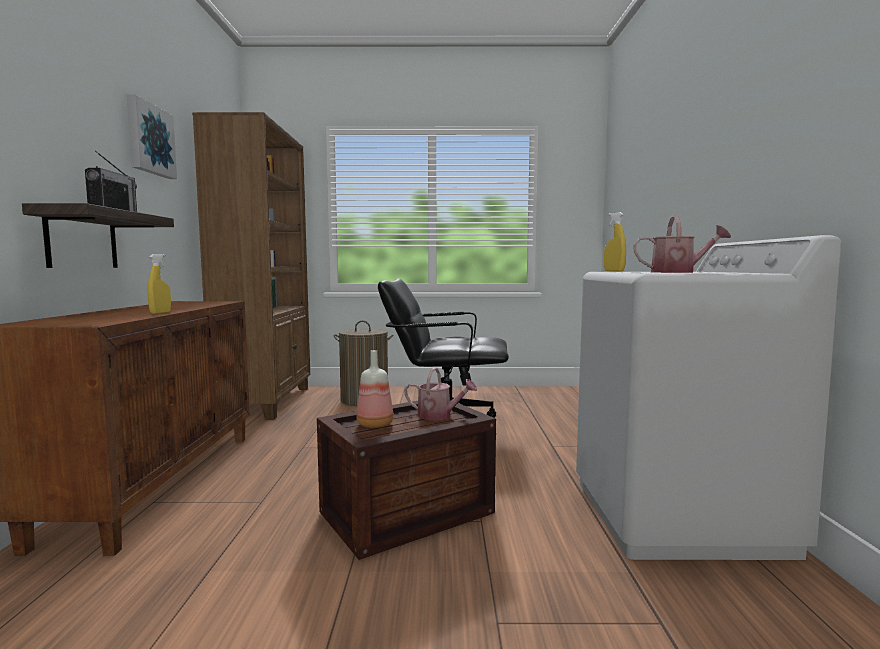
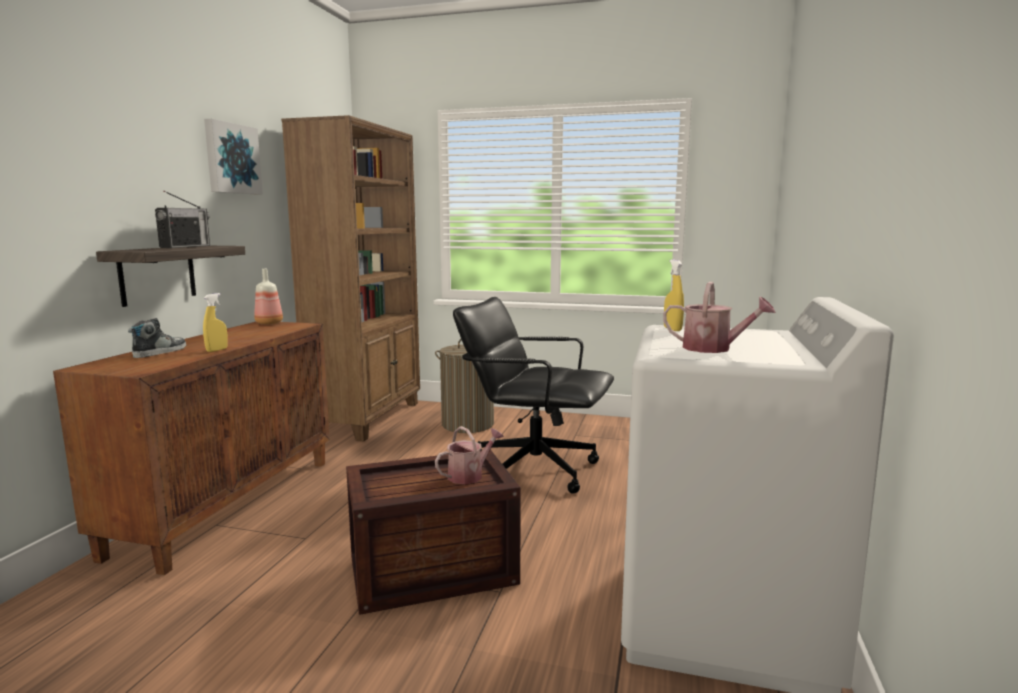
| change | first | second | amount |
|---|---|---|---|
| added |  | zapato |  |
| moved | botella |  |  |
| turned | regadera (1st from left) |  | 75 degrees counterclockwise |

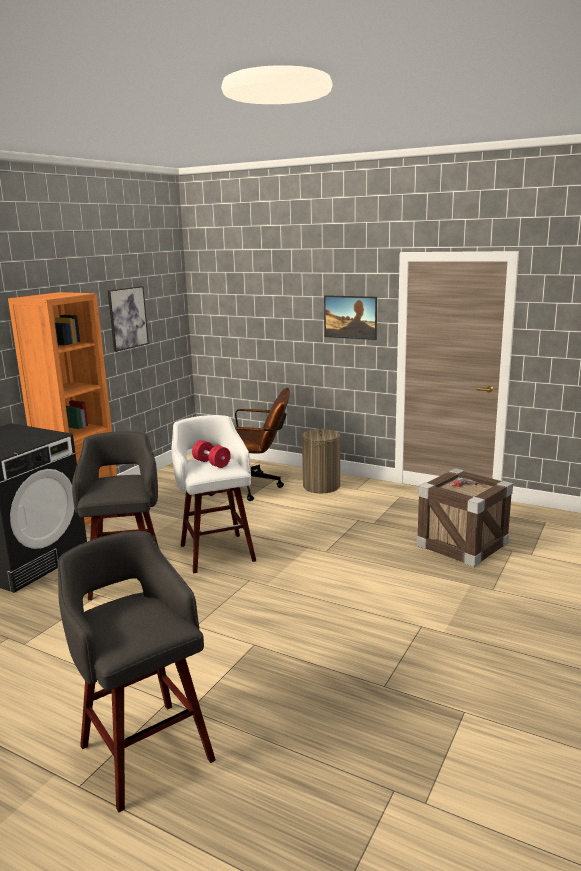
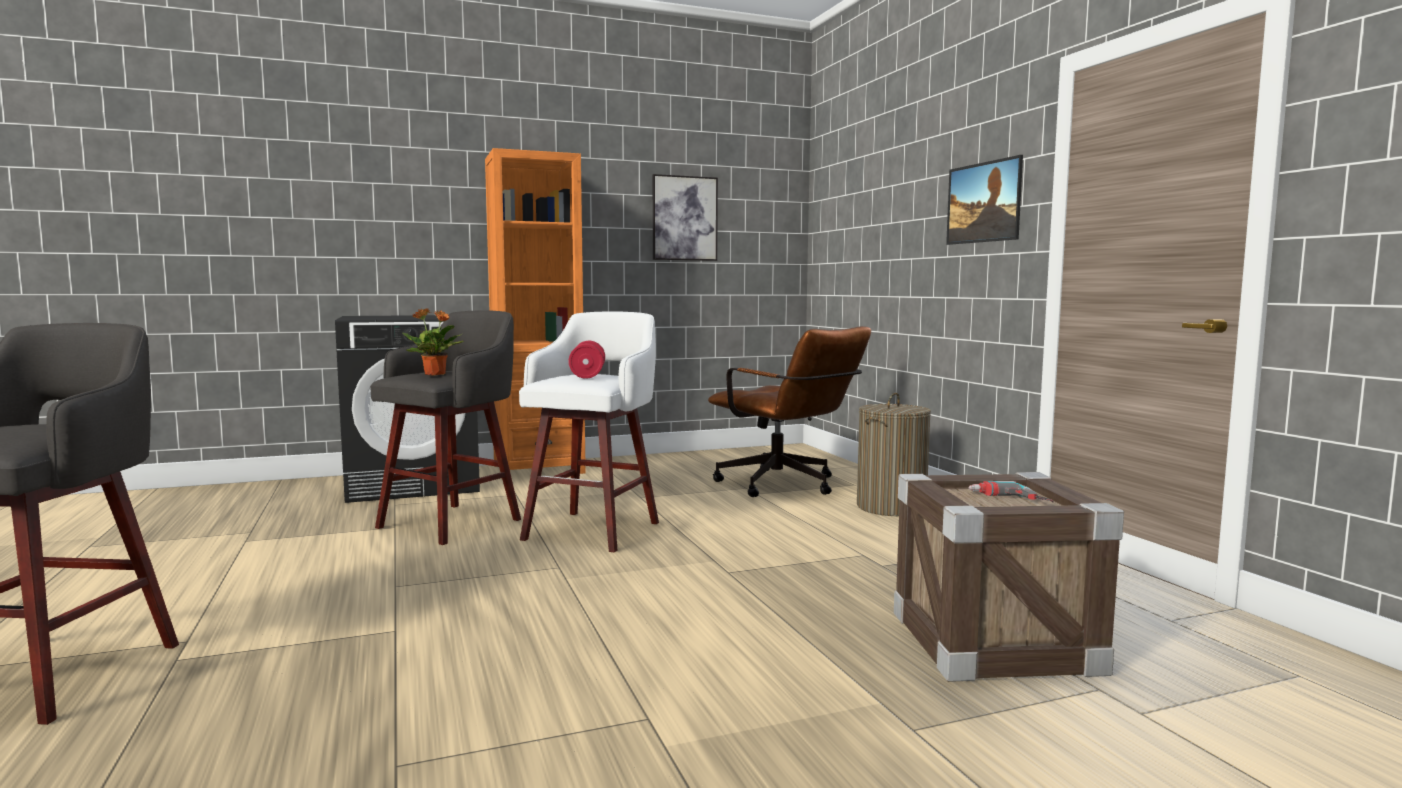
| change | first | second | amount |
|---|---|---|---|
| added |  | planta en maceta |  |

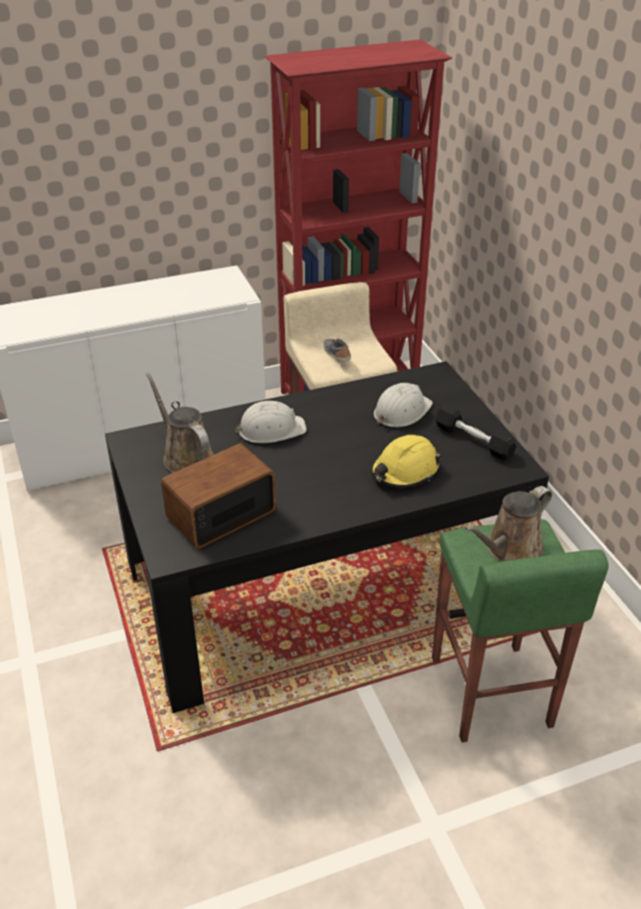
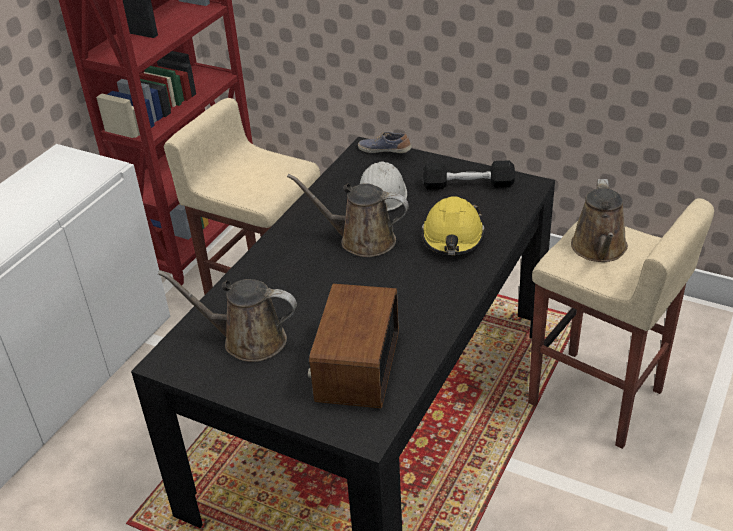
| change | first | second | amount |
|---|---|---|---|
| removed | casco [blanco] (1st from left) |  |  |
| added |  | regadera [marrón] (2nd from left) |  |
| moved | zapato |  |  |
| recoloured | taburete [verde] | taburete [beis] (2nd from left) |  |

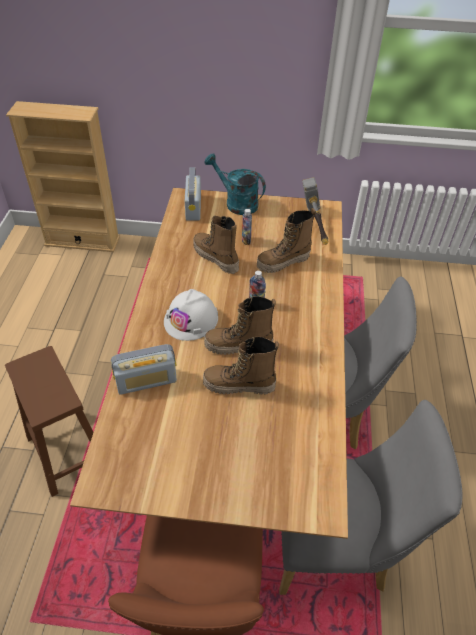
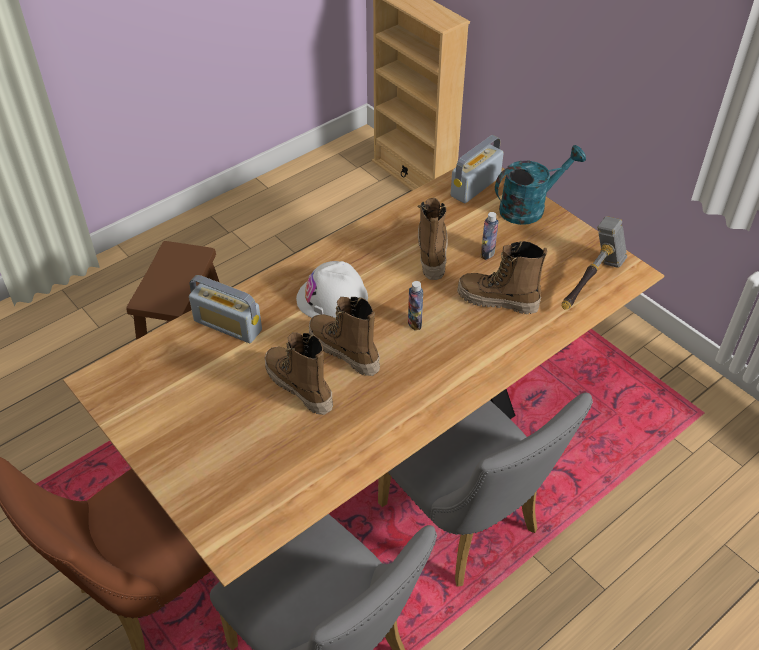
| change | first | second | amount |
|---|---|---|---|
| turned | regadera [turquesa] |  | 75 degrees clockwise |

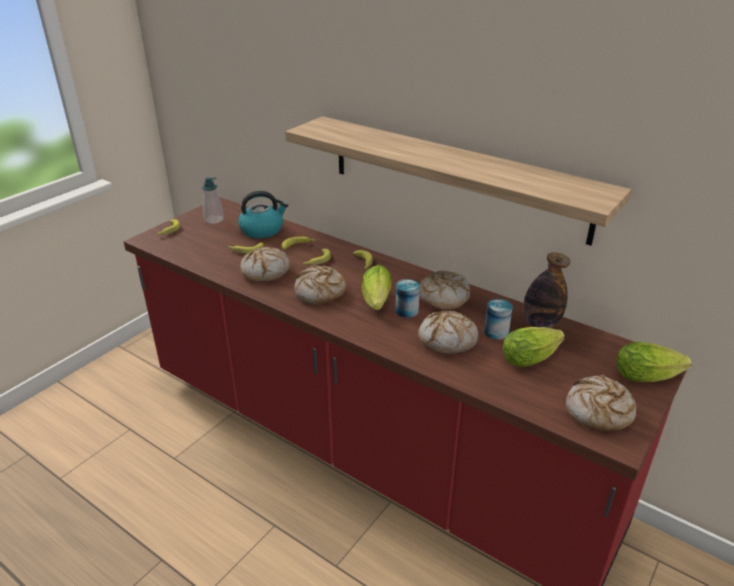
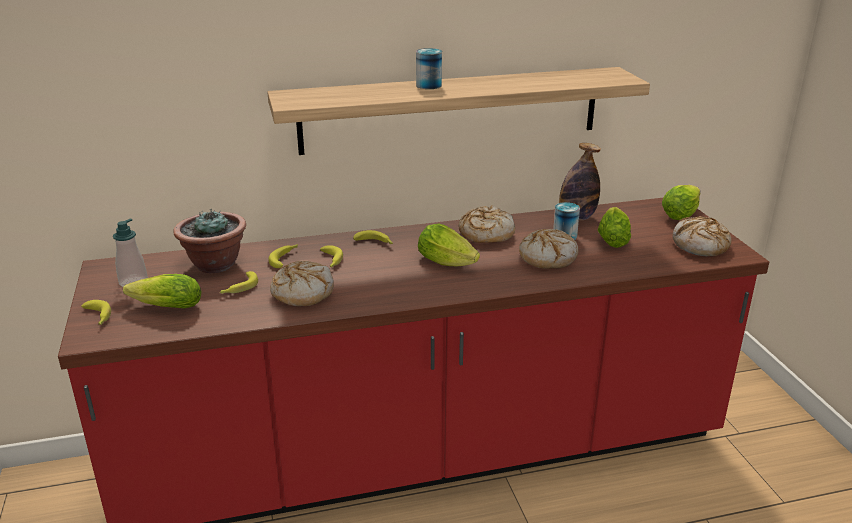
| change | first | second | amount |
|---|---|---|---|
| removed | pan (2nd from left) |  |  |
| added |  | lechuga (1st from left) |  |
| moved | lata (1st from left) |  |  |
| replaced | hervidor | planta en maceta |  |

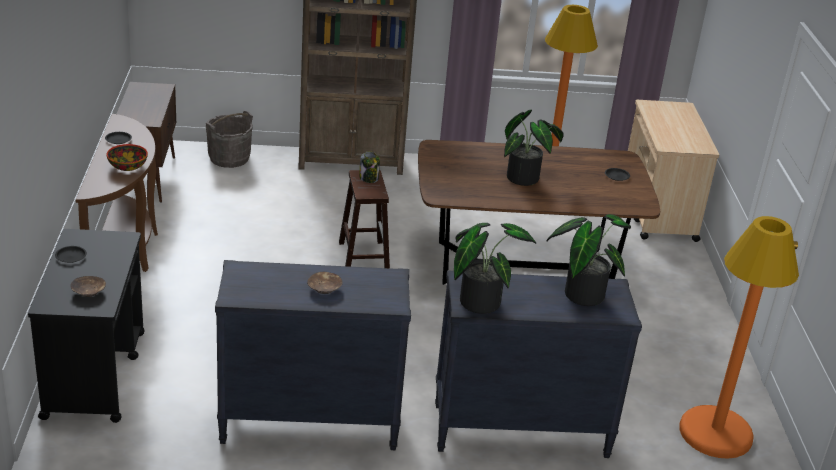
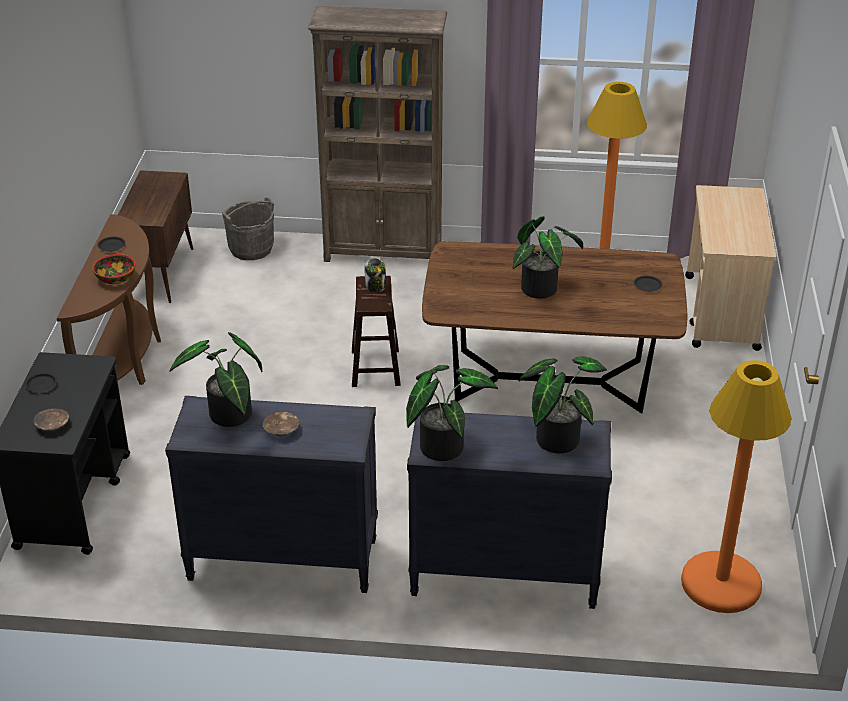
| change | first | second | amount |
|---|---|---|---|
| added |  | planta en maceta (1st from left) |  |

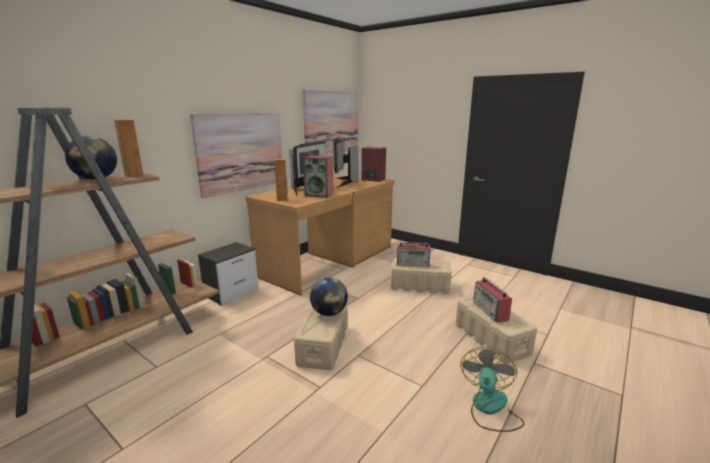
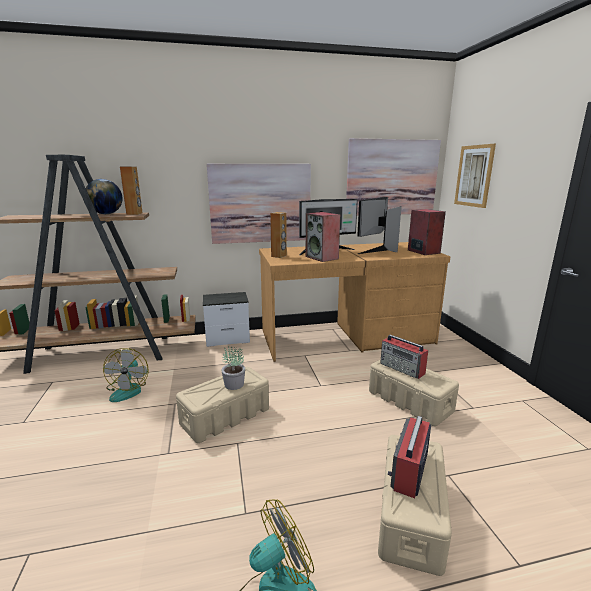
| change | first | second | amount |
|---|---|---|---|
| added |  | ventilador (1st from left) |  |
| added |  | cuadro (3rd from left) |  |
| replaced | globo terráqueo (2nd from left) | planta en maceta |  |

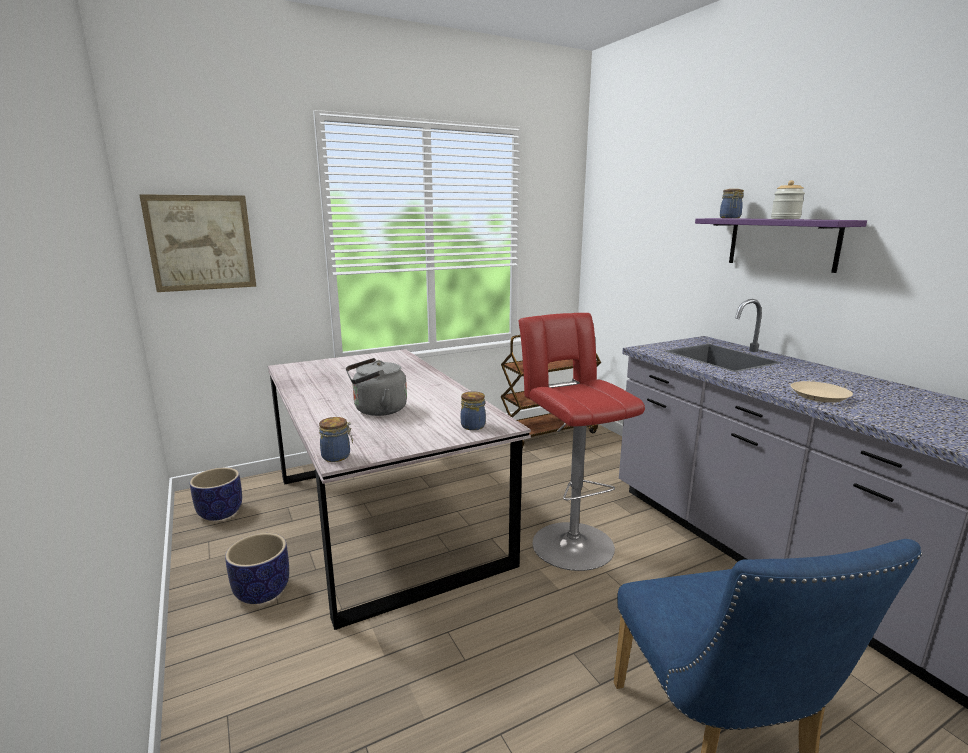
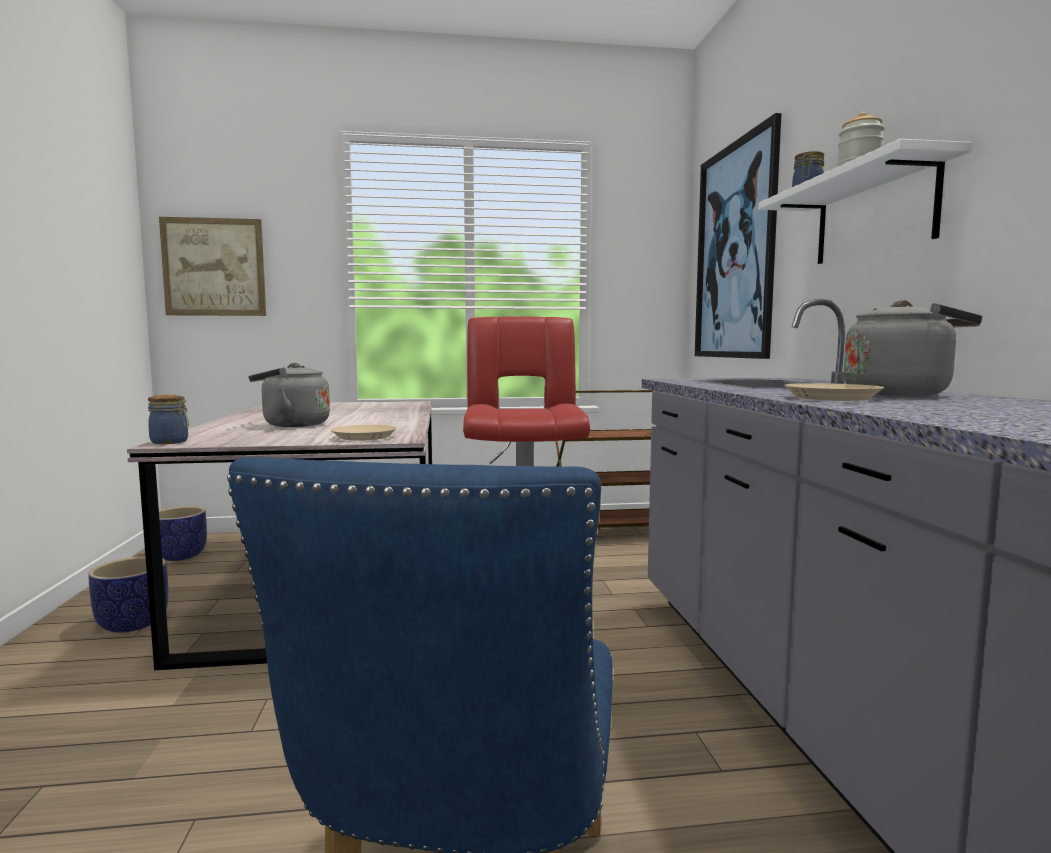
| change | first | second | amount |
|---|---|---|---|
| added |  | cuadro (2nd from left) |  |
| added |  | hervidor [gris] (2nd from left) |  |
| replaced | tarro (2nd from left) | plato [beis] (1st from left) |  |
| recoloured | estante [morado] | estante [blanco] |  |

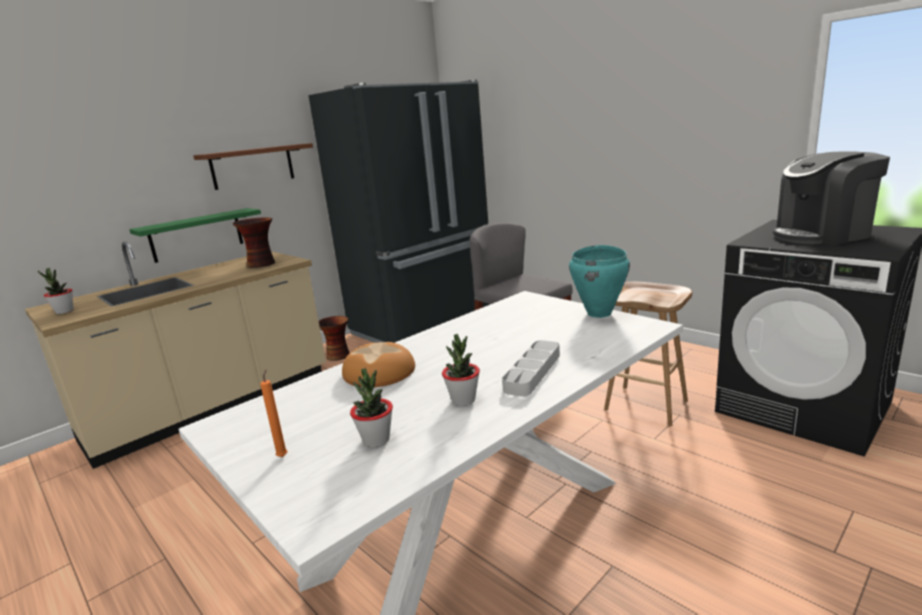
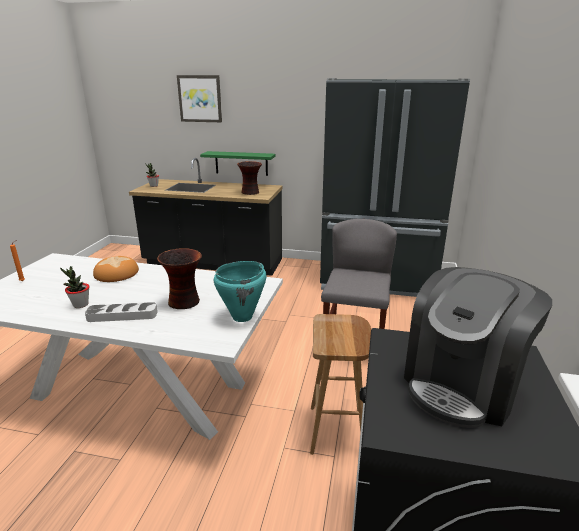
| change | first | second | amount |
|---|---|---|---|
| removed | estante [marrón] |  |  |
| removed | planta en maceta (2nd from left) |  |  |
| added |  | cuadro |  |
| moved | florero (2nd from left in the first image) | florero (1st from left) |  |
| recoloured | mueble bajo de cocina [beis] | mueble bajo de cocina [negro] |  |
| turned | cafetera |  | 90 degrees counterclockwise |

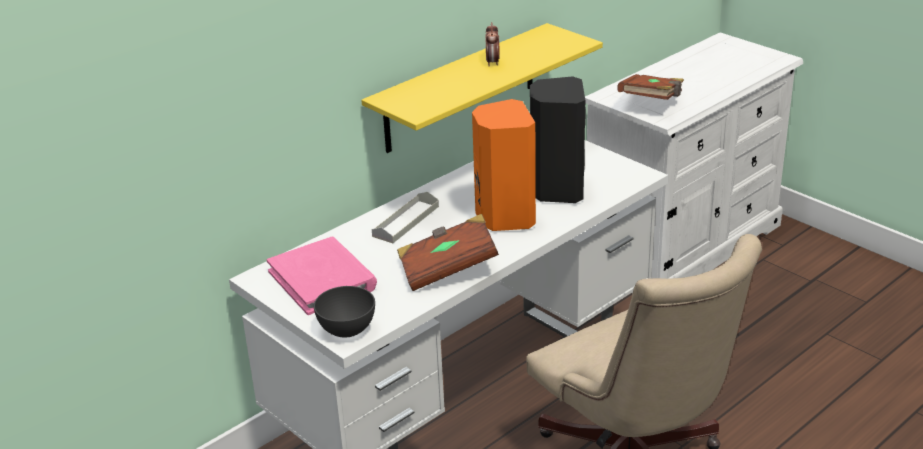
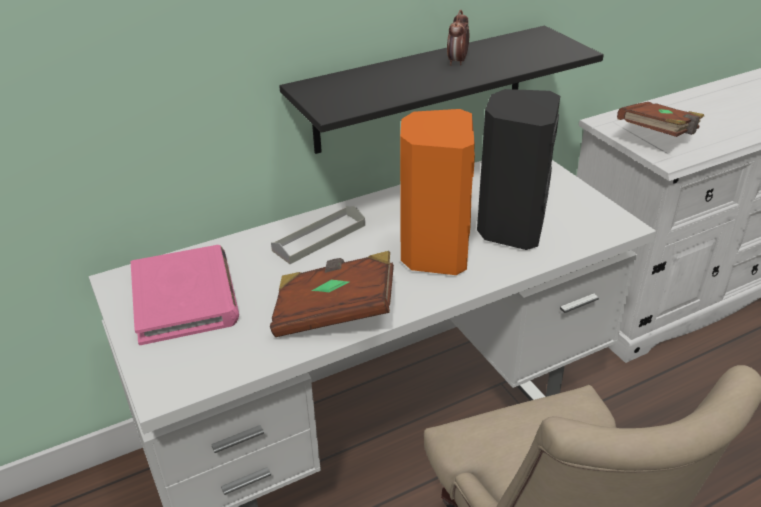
| change | first | second | amount |
|---|---|---|---|
| removed | cuenco [gris] |  |  |
| recoloured | estante [amarillo] | estante [negro] |  |

